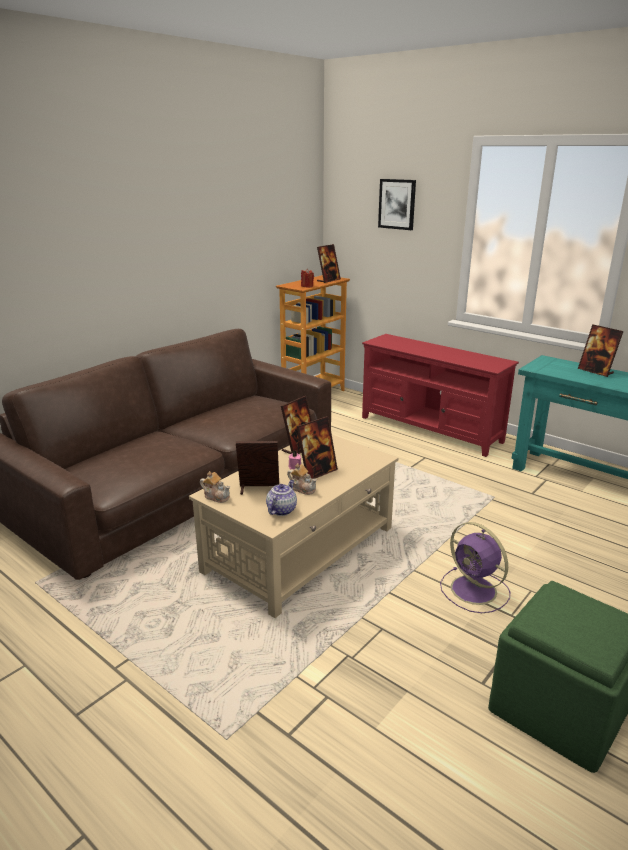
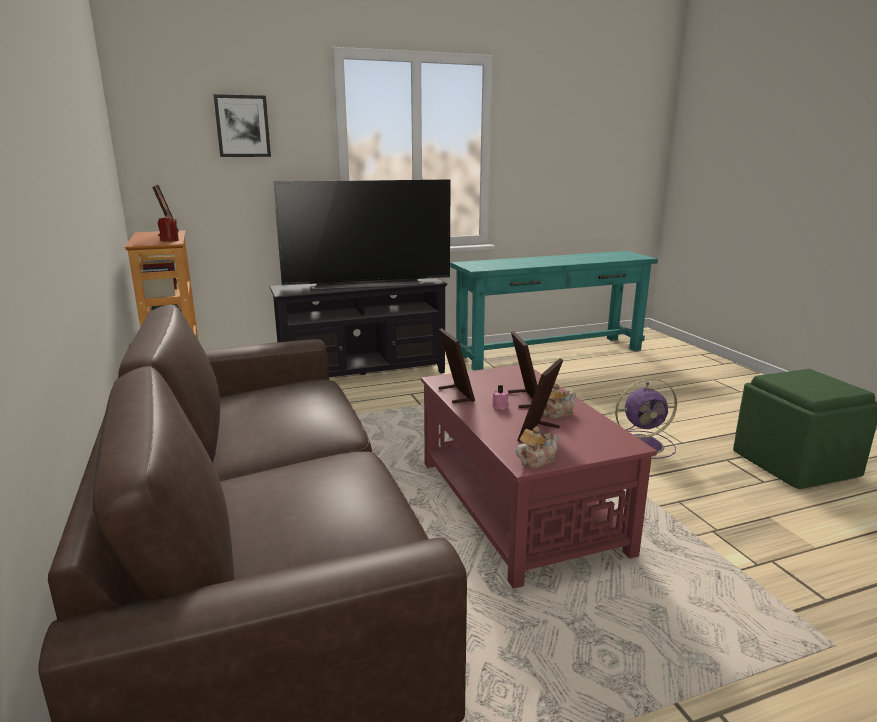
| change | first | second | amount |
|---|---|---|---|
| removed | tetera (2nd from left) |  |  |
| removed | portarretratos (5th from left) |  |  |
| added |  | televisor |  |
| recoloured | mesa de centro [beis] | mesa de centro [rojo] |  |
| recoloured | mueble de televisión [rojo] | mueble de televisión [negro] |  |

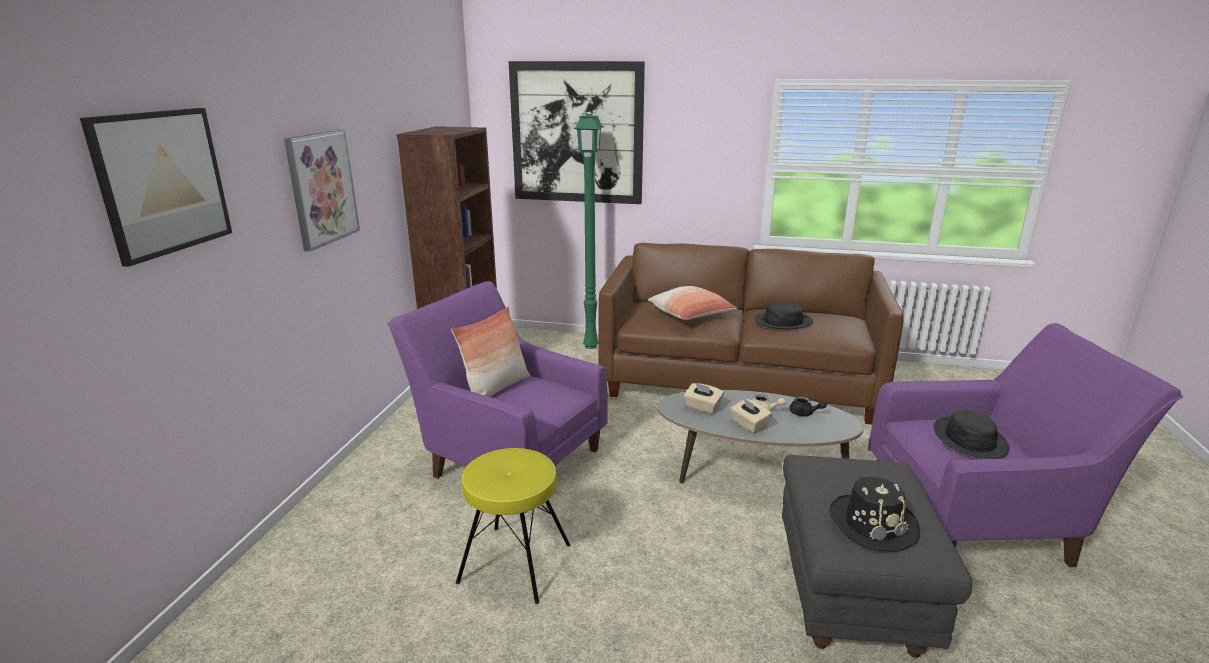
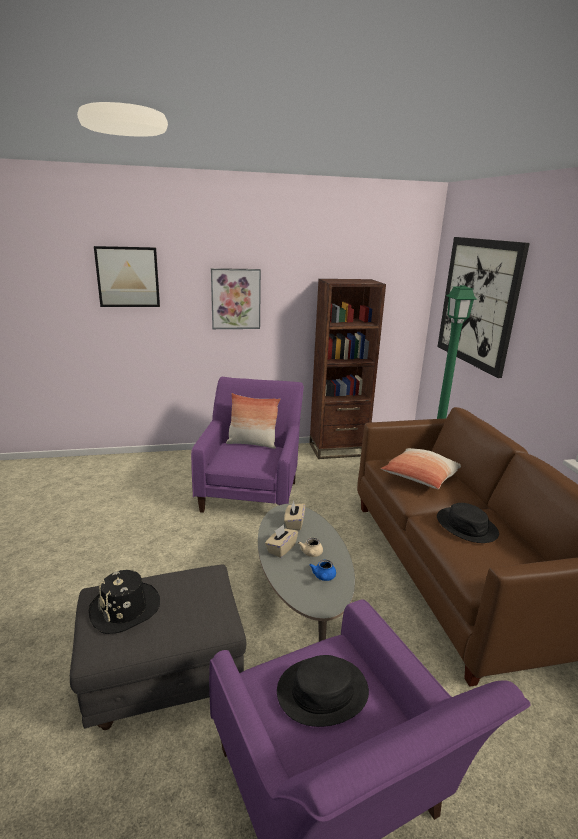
| change | first | second | amount |
|---|---|---|---|
| removed | taburete [amarillo] |  |  |
| recoloured | tetera [negro] | tetera [azul] |  |

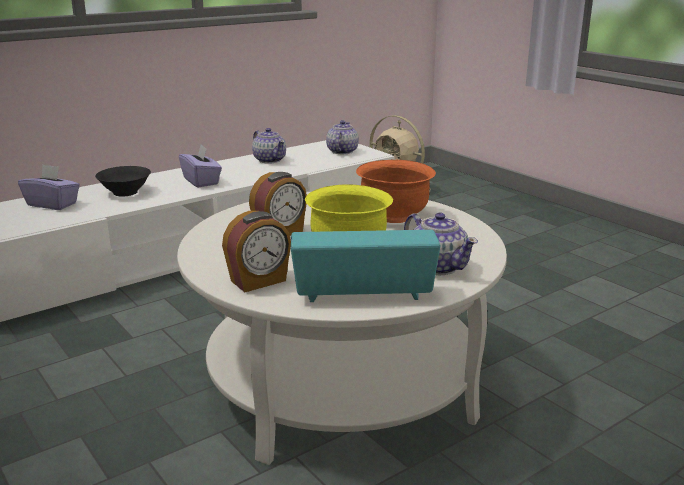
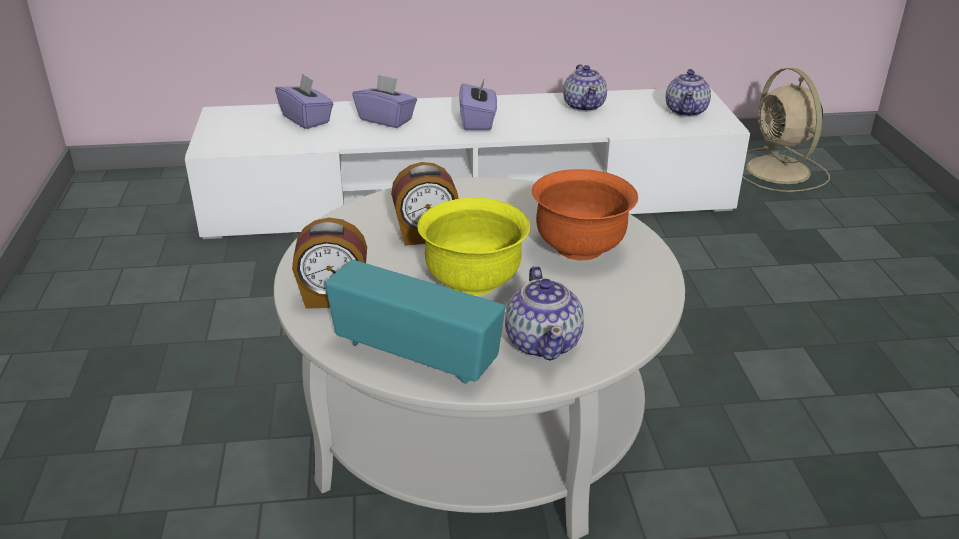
| change | first | second | amount |
|---|---|---|---|
| replaced | cuenco [negro] | caja de pañuelos [morado] (2nd from left) |  |
| turned | tetera (2nd from left in the first image) | tetera (3rd from left) | 150 degrees clockwise |

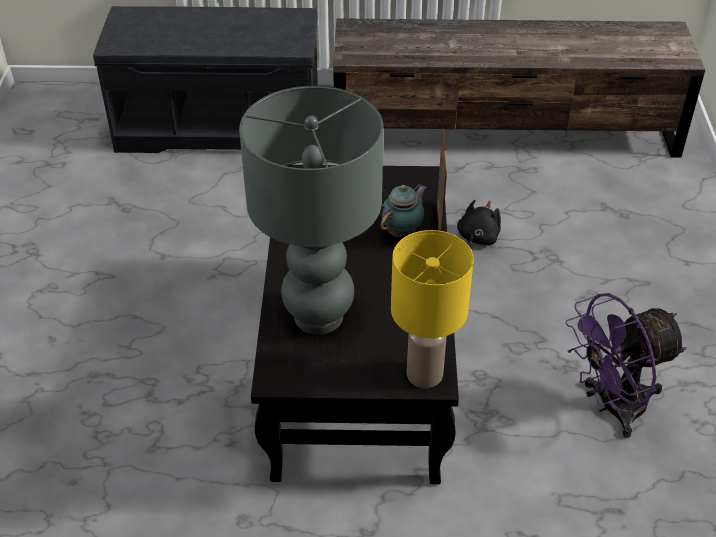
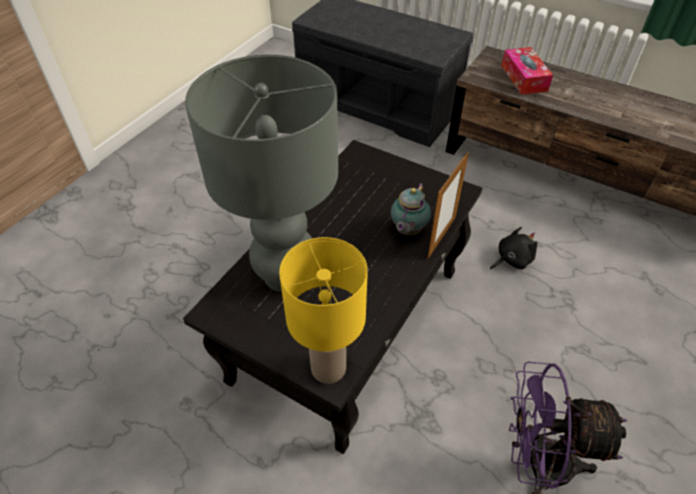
| change | first | second | amount |
|---|---|---|---|
| added |  | caja de pañuelos |  |
| turned | tetera |  | 135 degrees clockwise |

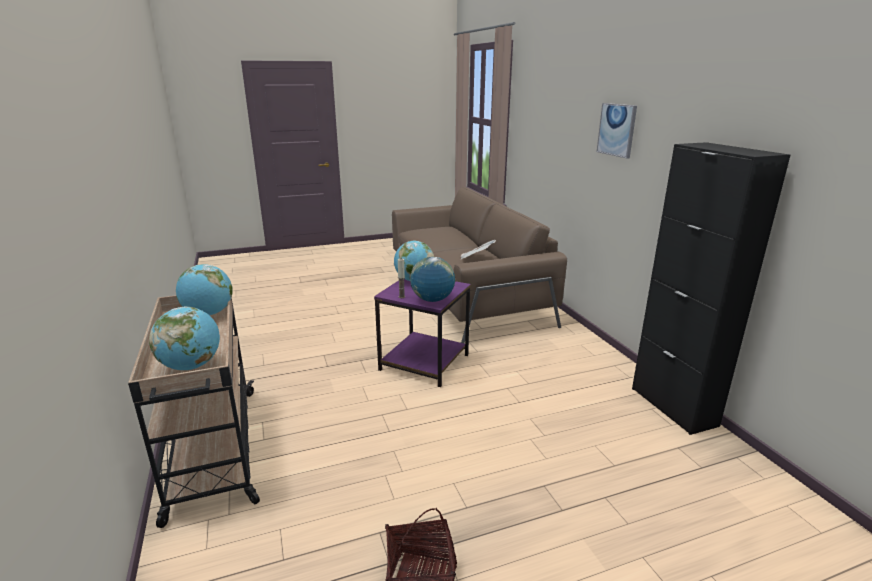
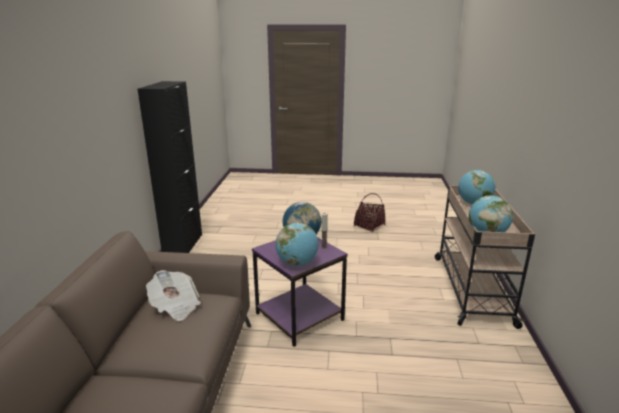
| change | first | second | amount |
|---|---|---|---|
| removed | cuadro |  |  |

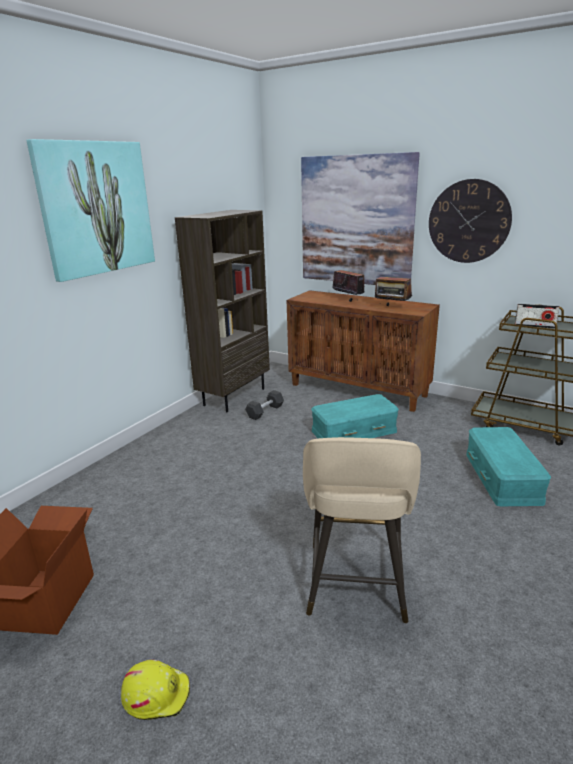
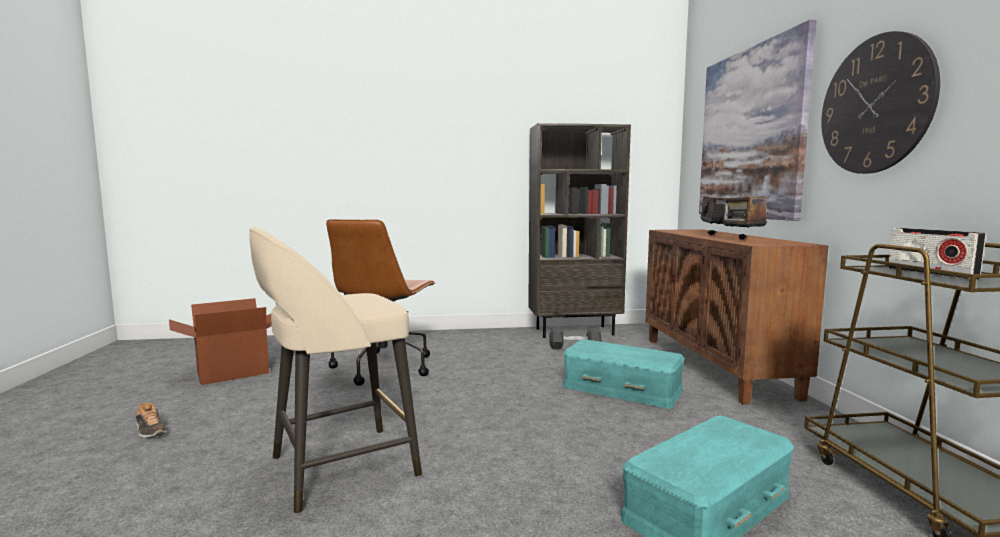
| change | first | second | amount |
|---|---|---|---|
| removed | cuadro (1st from left) |  |  |
| added |  | silla de oficina [marrón] |  |
| replaced | casco [amarillo] | zapato |  |

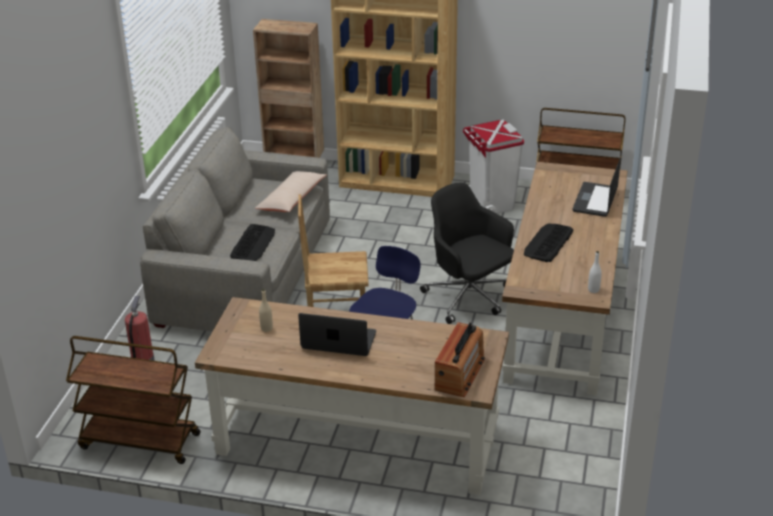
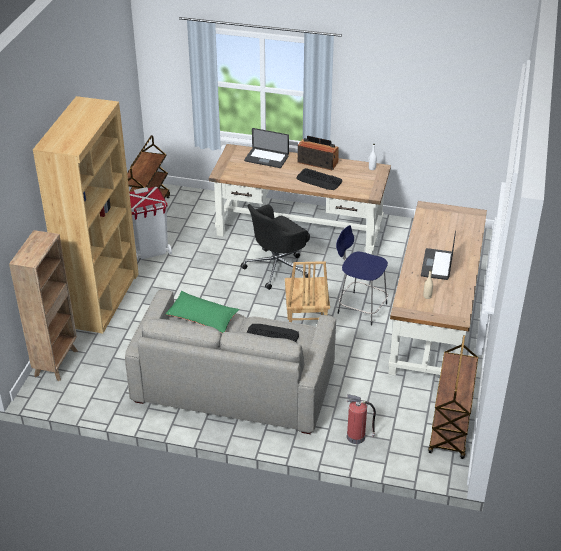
| change | first | second | amount |
|---|---|---|---|
| moved | radio |  |  |
| recoloured | cojín [beis] | cojín [verde] |  |

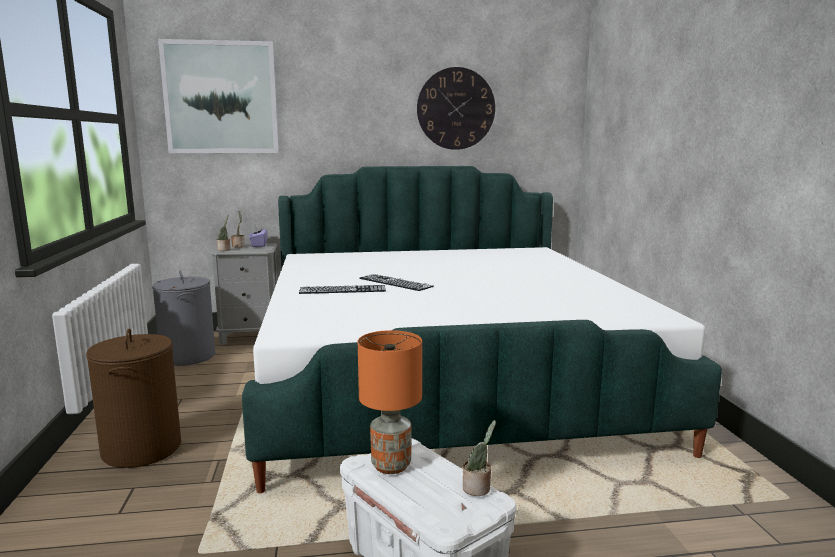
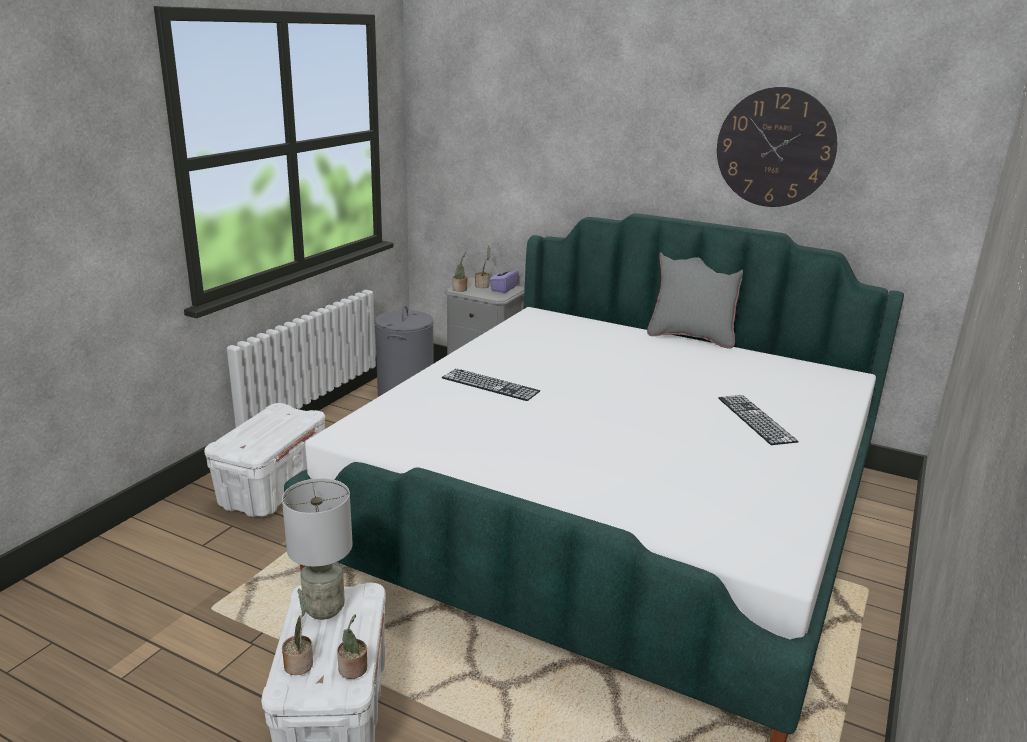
| change | first | second | amount |
|---|---|---|---|
| removed | cuadro |  |  |
| added |  | planta en maceta (1st from left) |  |
| added |  | cojín [gris] |  |
| moved | teclado (2nd from left) |  |  |
| replaced | cesto de la ropa [marrón] | caja de almacenaje [blanco] (1st from left) |  |
| recoloured | lámpara de mesa [naranja] | lámpara de mesa [gris] |  |

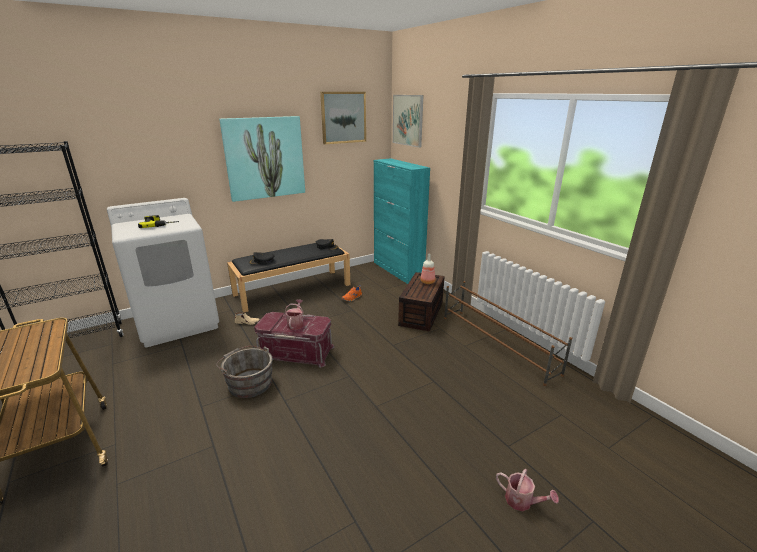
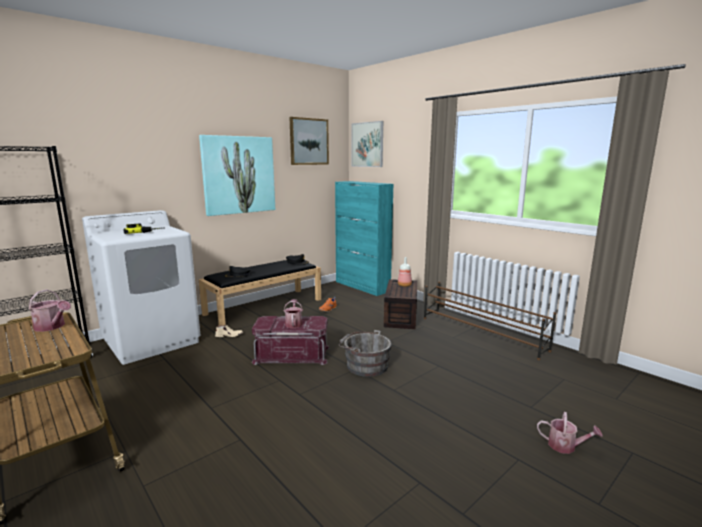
| change | first | second | amount |
|---|---|---|---|
| added |  | regadera (1st from left) |  |
| moved | cubo [gris] |  |  |

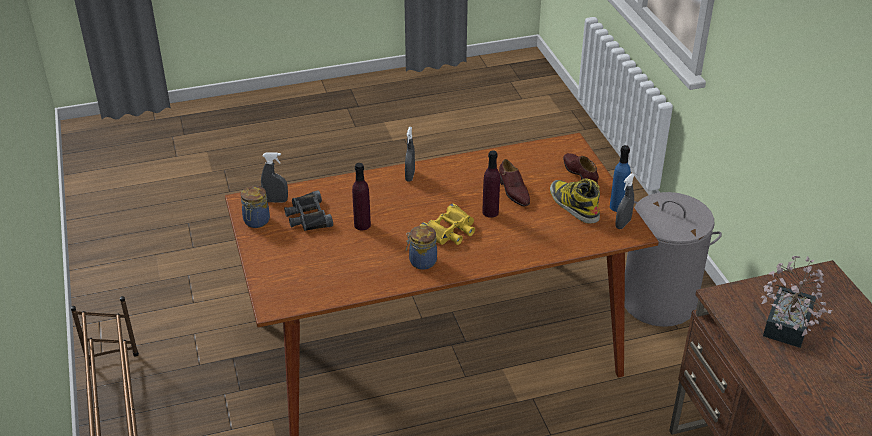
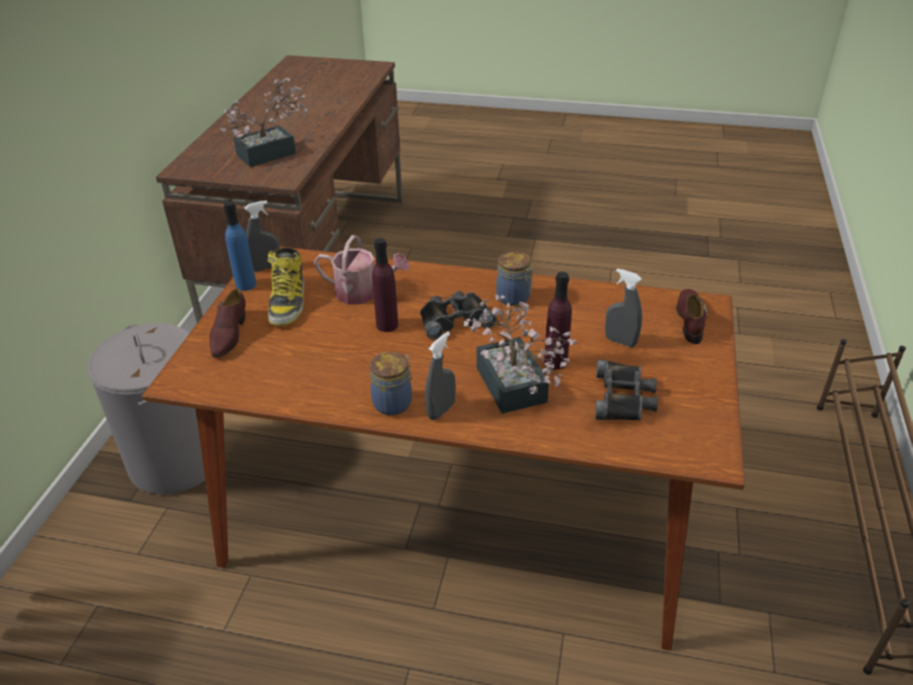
| change | first | second | amount |
|---|---|---|---|
| added |  | regadera |  |
| added |  | planta en maceta (2nd from left) |  |
| moved | tarro (1st from left) |  |  |
| moved | pulverizador [gris] (1st from left in the first image) | pulverizador [gris] (3rd from left) |  |
| moved | zapato [marrón] (1st from left in the first image) | zapato [marrón] (2nd from left) |  |
| recoloured | prismáticos [amarillo] | prismáticos [negro] (1st from left) |  |

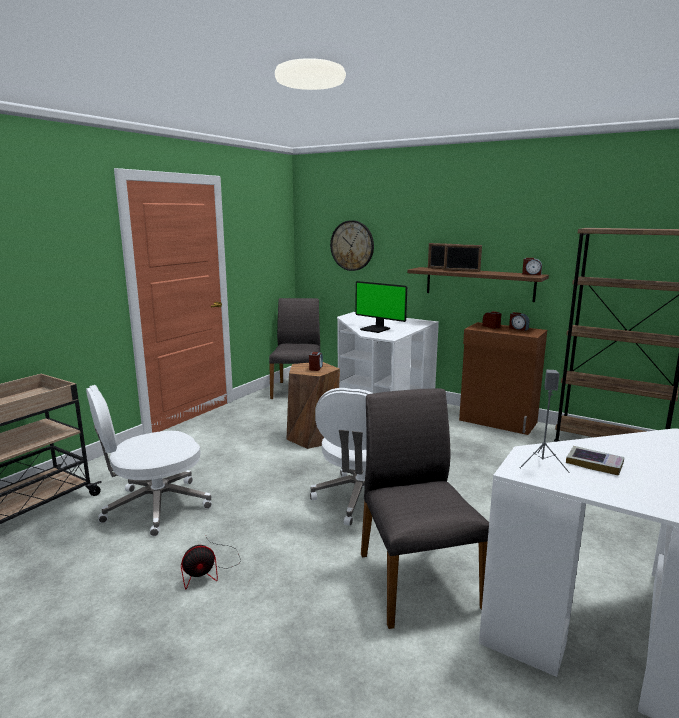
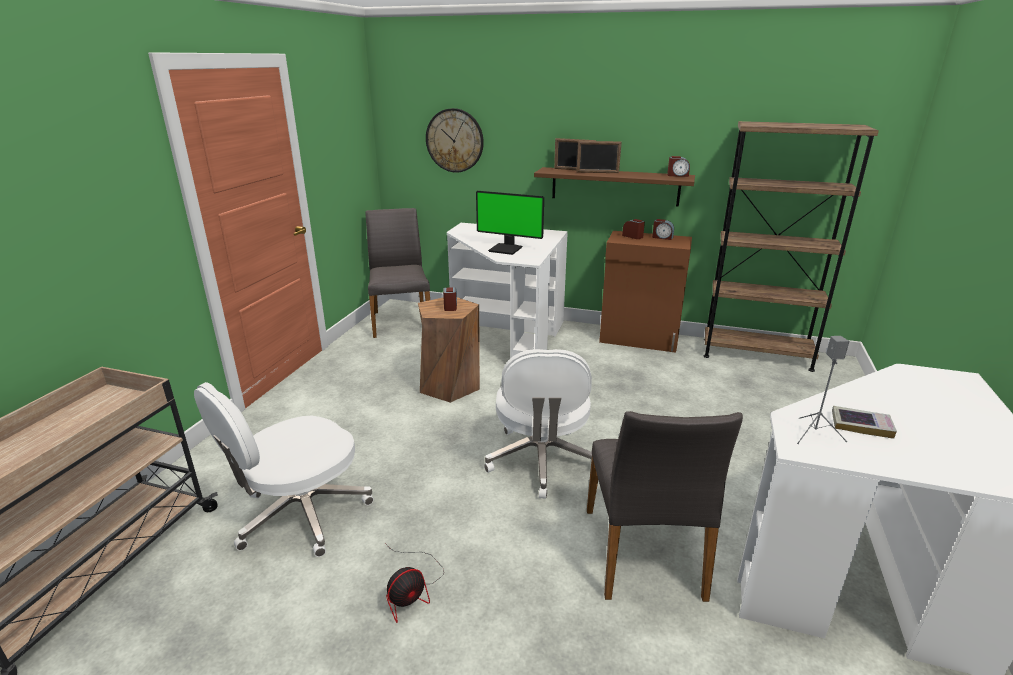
| change | first | second | amount |
|---|---|---|---|
| turned | silla [gris] (2nd from left) |  | 150 degrees counterclockwise |

